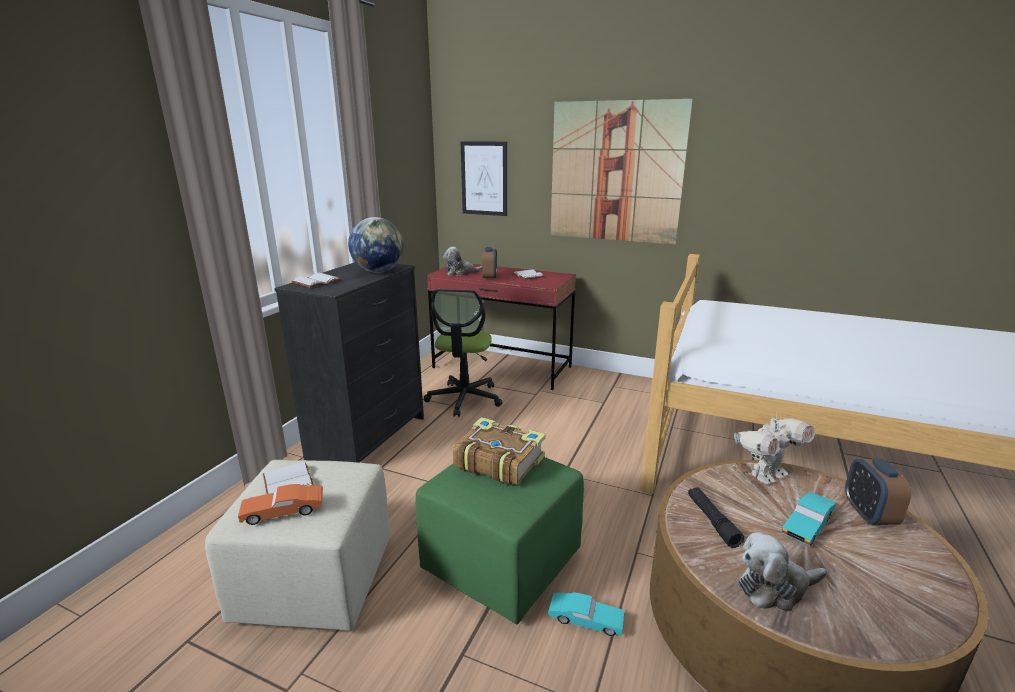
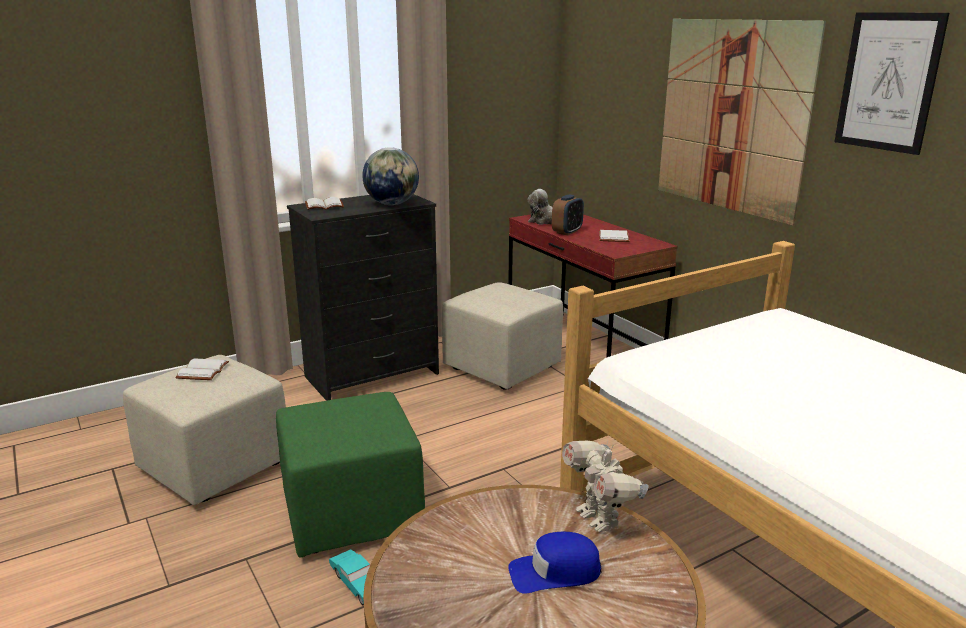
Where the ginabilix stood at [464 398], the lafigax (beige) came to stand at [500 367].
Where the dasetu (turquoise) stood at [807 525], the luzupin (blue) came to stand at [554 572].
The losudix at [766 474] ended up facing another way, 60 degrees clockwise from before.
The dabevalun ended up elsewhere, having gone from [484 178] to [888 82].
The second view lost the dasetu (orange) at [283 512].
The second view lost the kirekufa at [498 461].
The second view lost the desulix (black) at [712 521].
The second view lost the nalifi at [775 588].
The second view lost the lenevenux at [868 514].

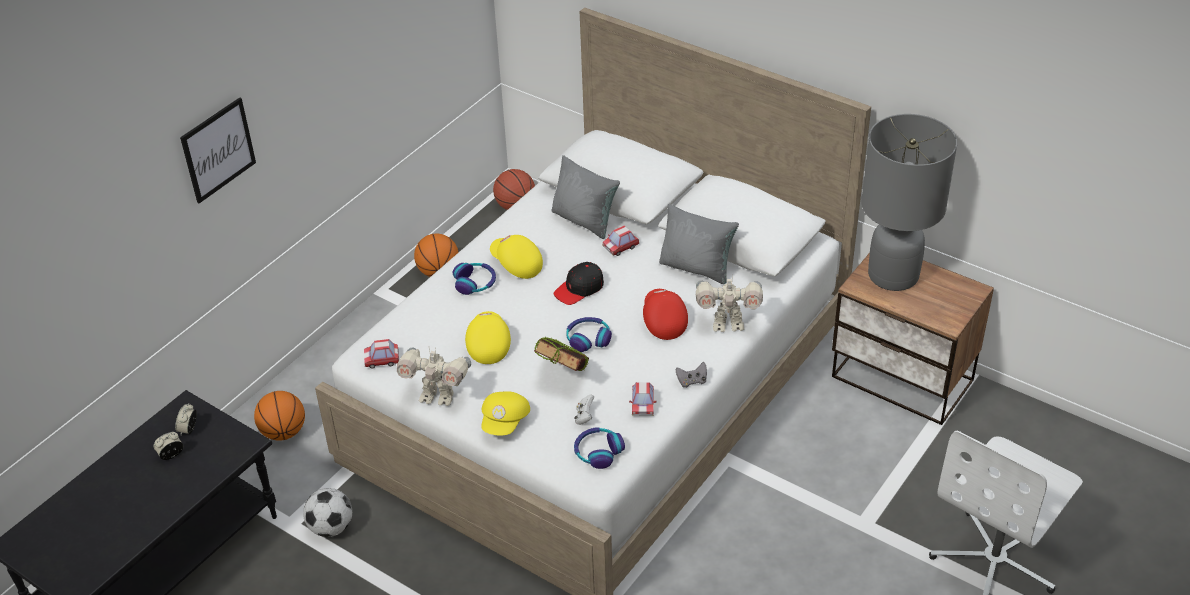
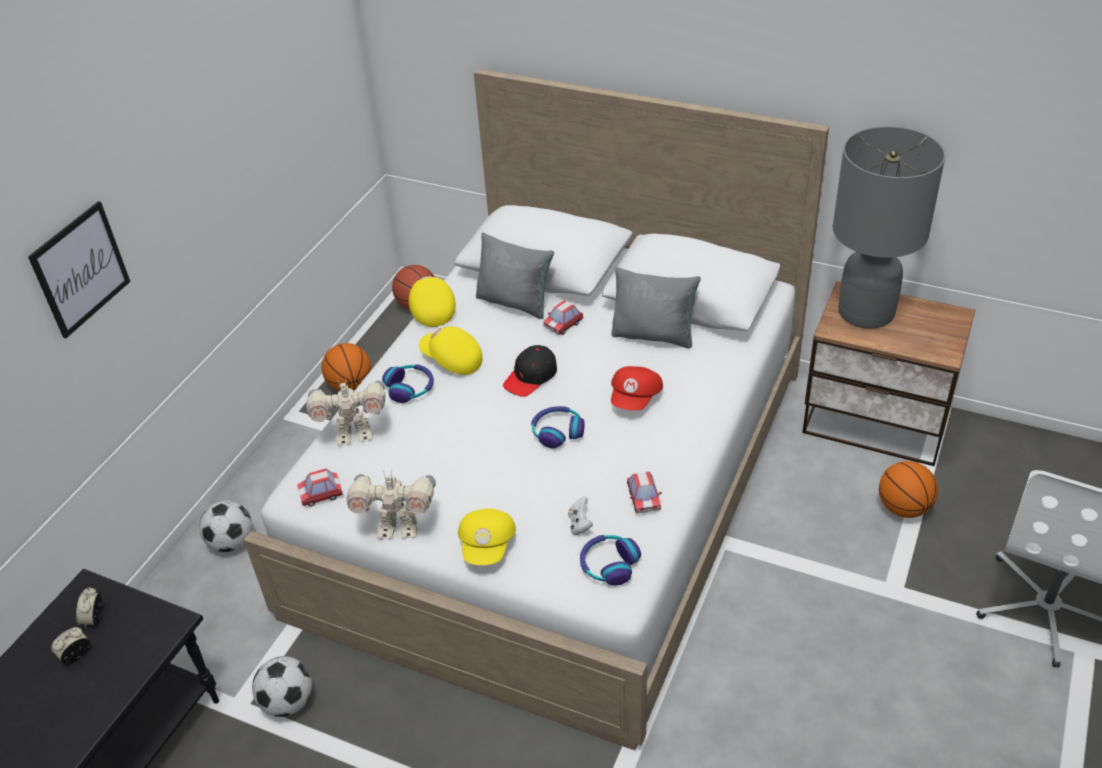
The second view gained the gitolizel at [232 542].
The losudix ended up elsewhere, having gone from [727 324] to [354 434].
The luzupin (yellow) ended up elsewhere, having gone from [487 344] to [431 309].
The luzupin (red) at [663 321] ended up facing another way, 135 degrees counterclockwise from before.
The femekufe ended up elsewhere, having gone from [283 432] to [903 508].
The second view lost the kirekufa at [563 376].
The second view lost the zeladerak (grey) at [692 381].

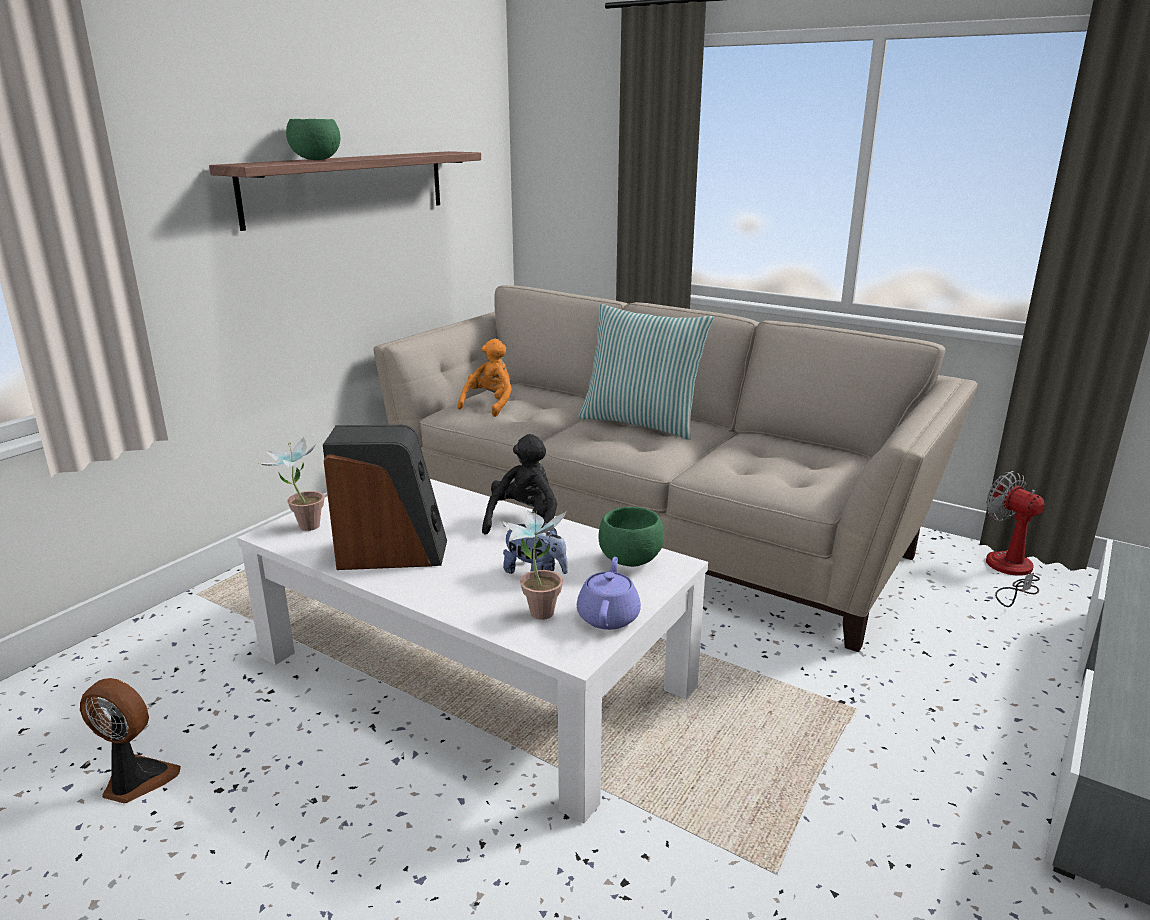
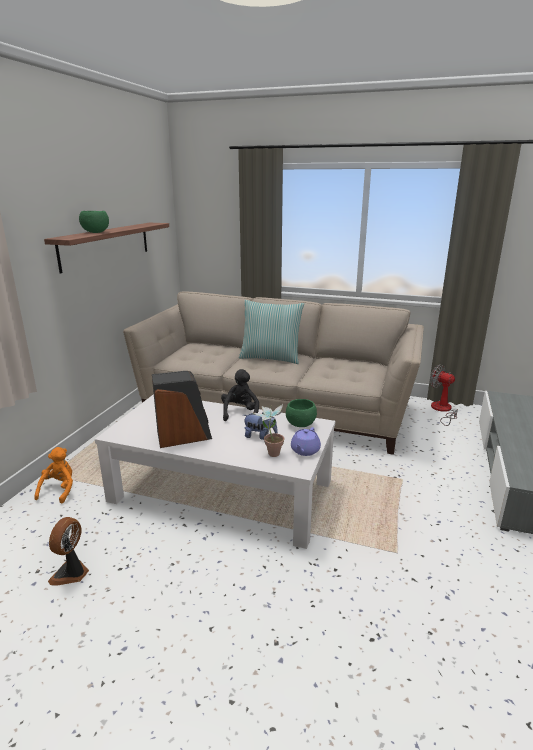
The nalifi (orange) ended up elsewhere, having gone from [490 405] to [59 490].
The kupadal at [136 781] ended up facing another way, 75 degrees counterclockwise from before.
The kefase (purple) at [608 616] ended up facing another way, 150 degrees counterclockwise from before.
The second view lost the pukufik at [302 526].

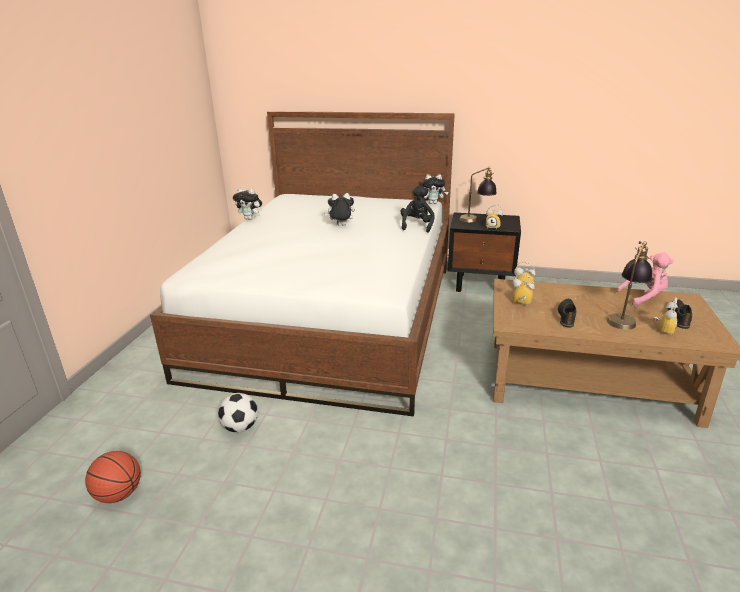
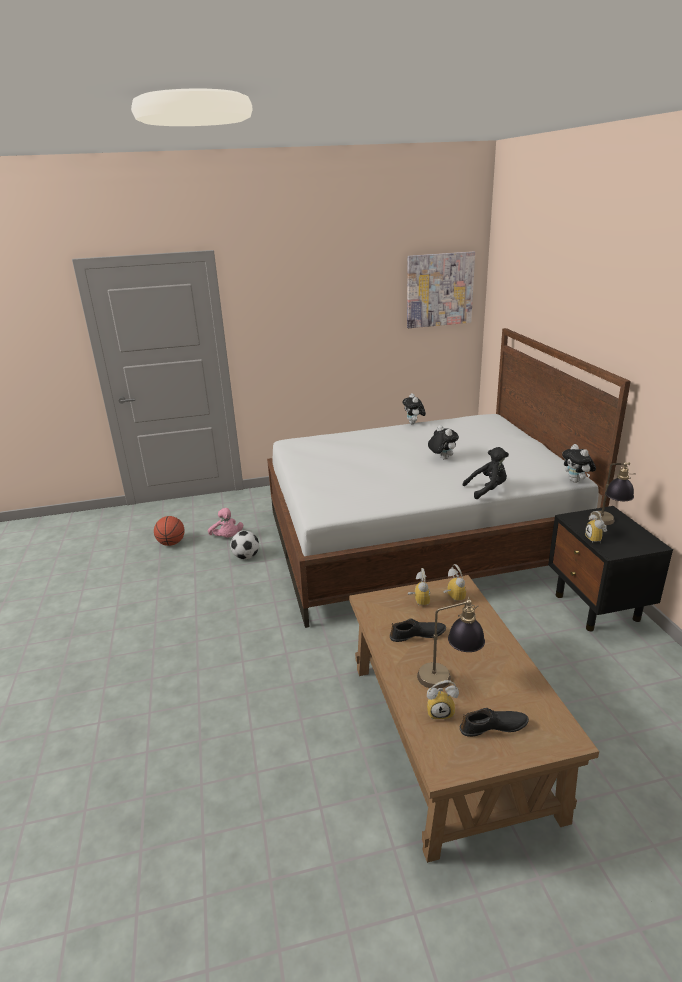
The nalifi (pink) ended up elsewhere, having gone from [644 297] to [227 537].
The second view gained the dabevalun at [439 290].

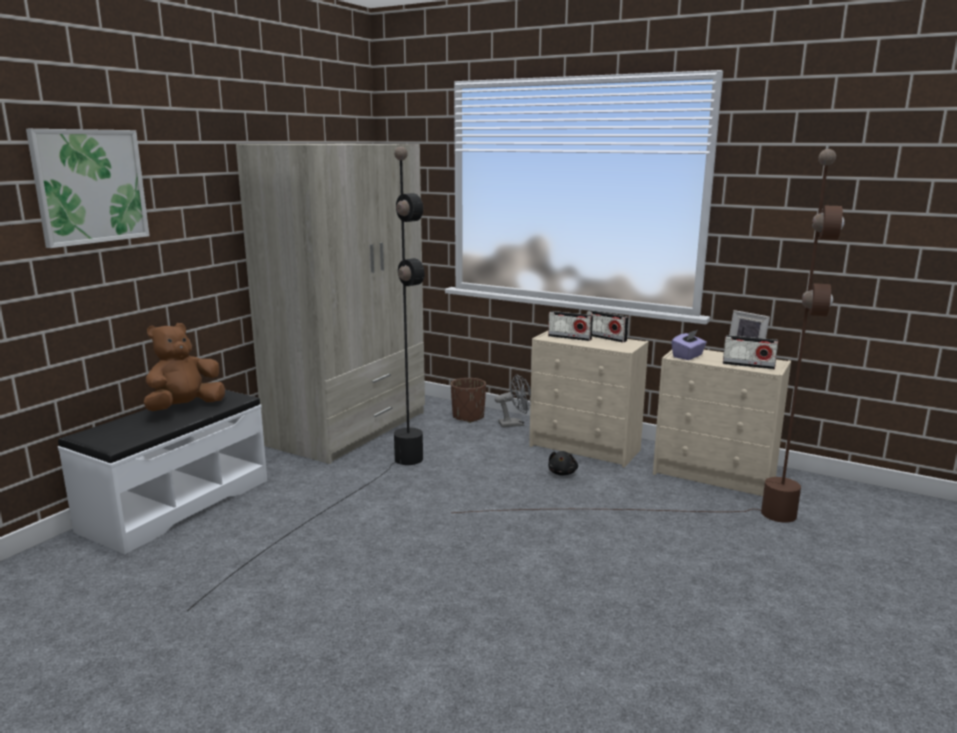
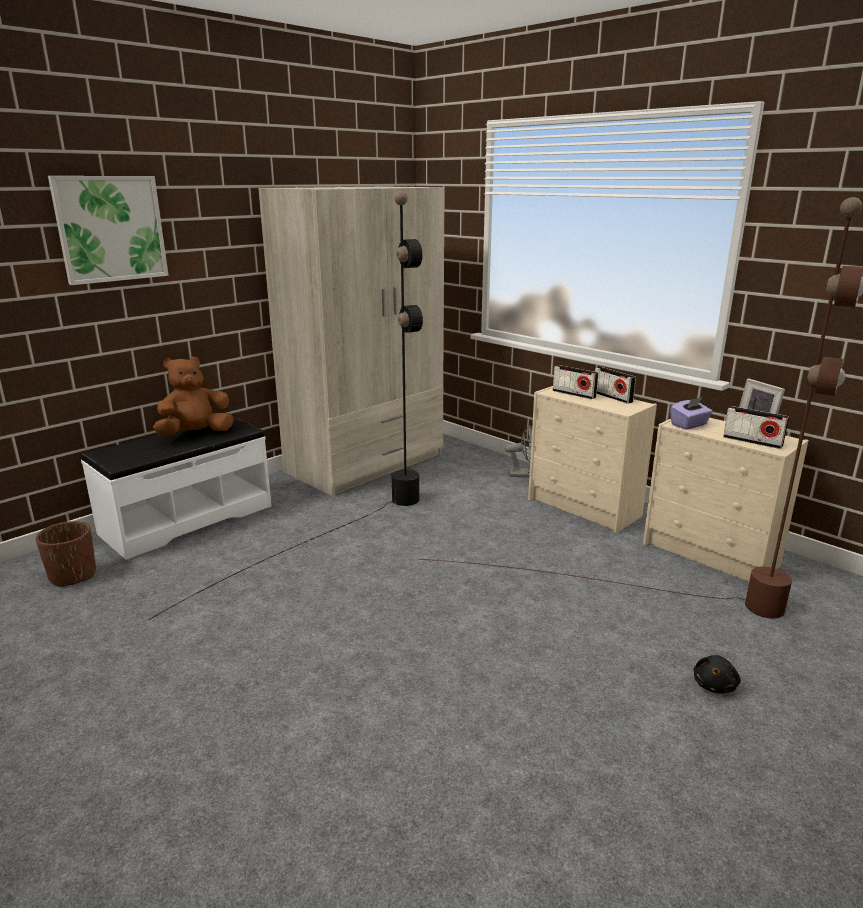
The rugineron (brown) ended up elsewhere, having gone from [468 417] to [73 576].
The nalifi (black) ended up elsewhere, having gone from [562 473] to [714 685].

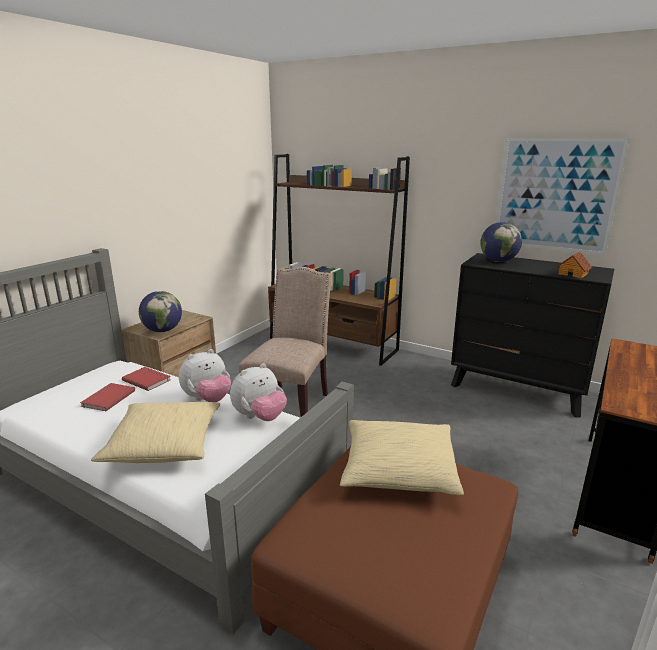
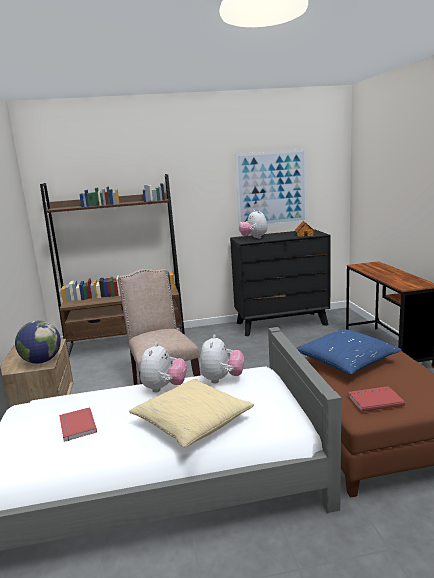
Where the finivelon stood at [498 261], the nalifi came to stand at [254 238].
What was the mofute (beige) at [398 469] turned into the mofute (blue) at [346 361].
The kirekufa (red) ended up elsewhere, having gone from [147 379] to [374 400].

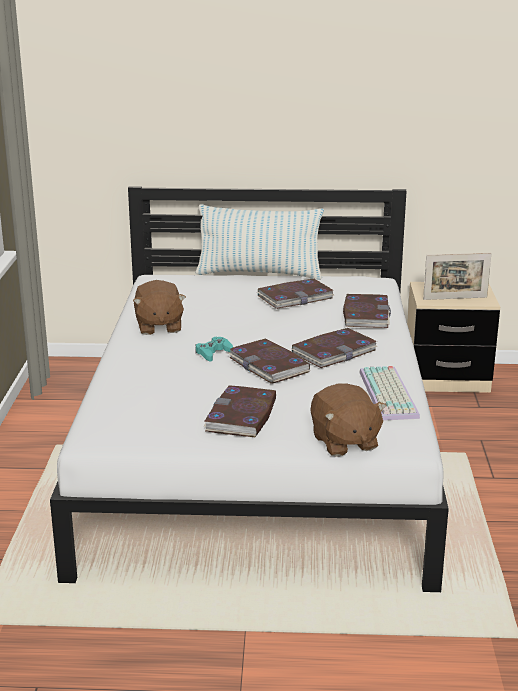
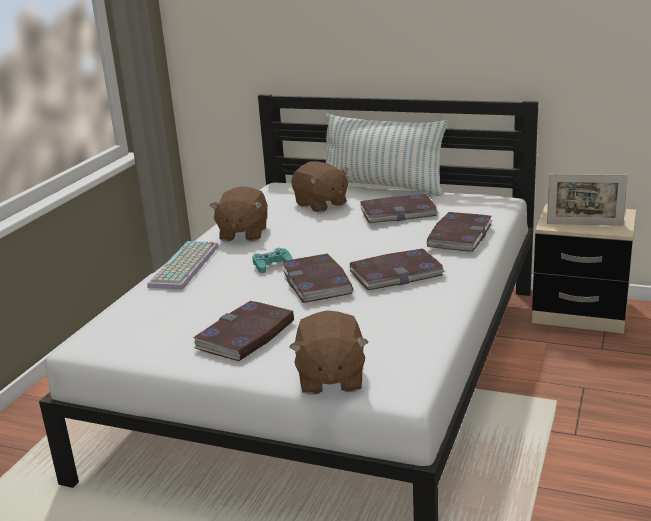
The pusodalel ended up elsewhere, having gone from [390 395] to [186 267].
The second view gained the nalifi (brown) at [321 204].

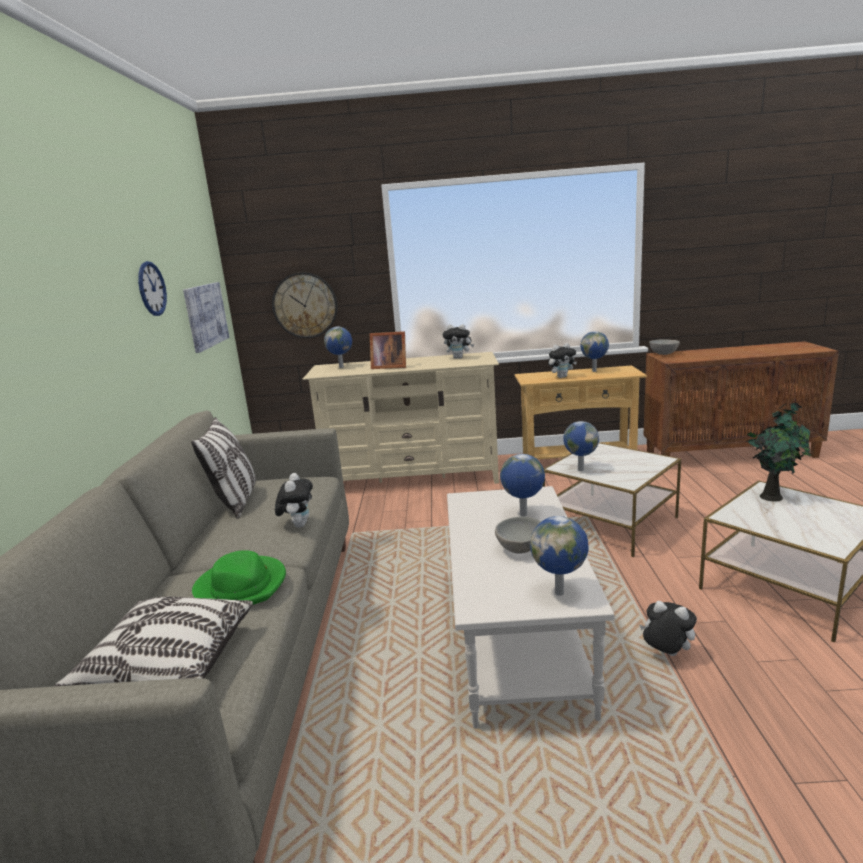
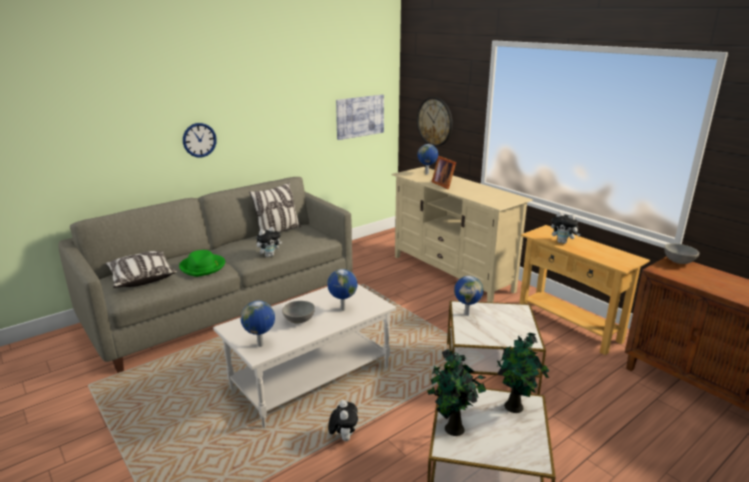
The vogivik ended up elsewhere, having gone from [152 289] to [199 140].
The second view gained the pukufik at [453 429].
The second view lost the nalifi at [459 358].
The second view lost the finivelon at [594 371].

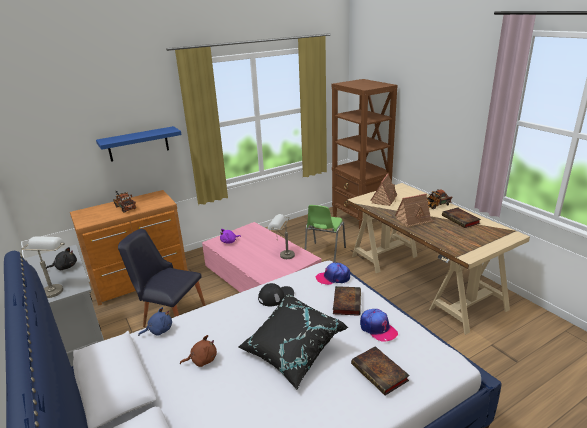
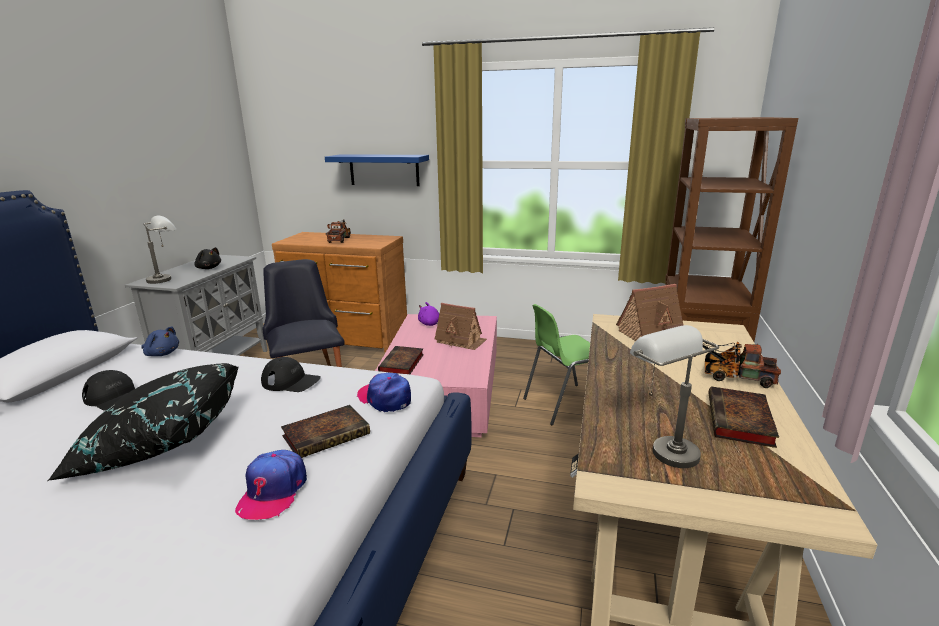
Where the nalifi (brown) stood at [202 360], the luzupin (black) came to stand at [114 397].
The kirekufa ended up elsewhere, having gone from [380 373] to [402 364].
The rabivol ended up elsewhere, having gone from [414 220] to [461 341].
The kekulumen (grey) ended up elsewhere, having gone from [282 255] to [662 446].

